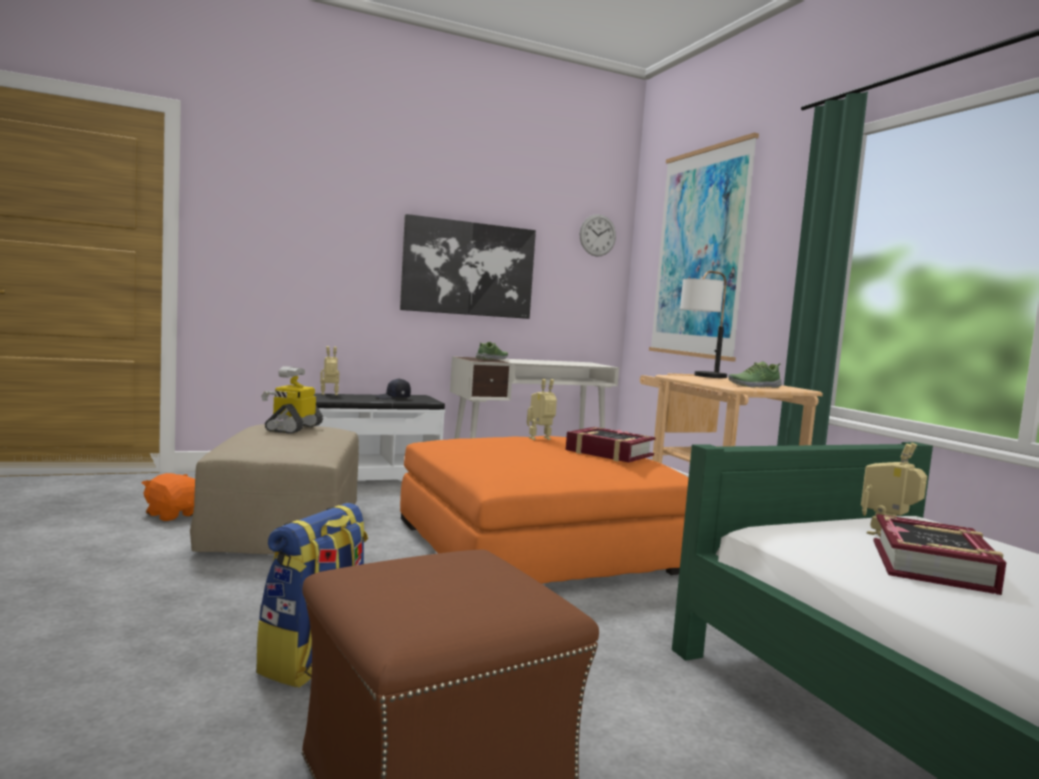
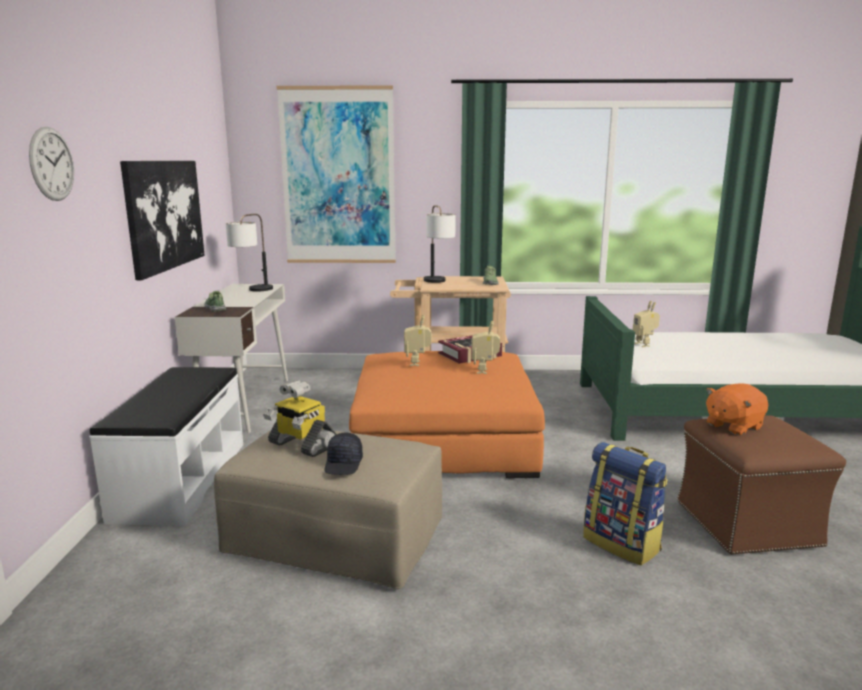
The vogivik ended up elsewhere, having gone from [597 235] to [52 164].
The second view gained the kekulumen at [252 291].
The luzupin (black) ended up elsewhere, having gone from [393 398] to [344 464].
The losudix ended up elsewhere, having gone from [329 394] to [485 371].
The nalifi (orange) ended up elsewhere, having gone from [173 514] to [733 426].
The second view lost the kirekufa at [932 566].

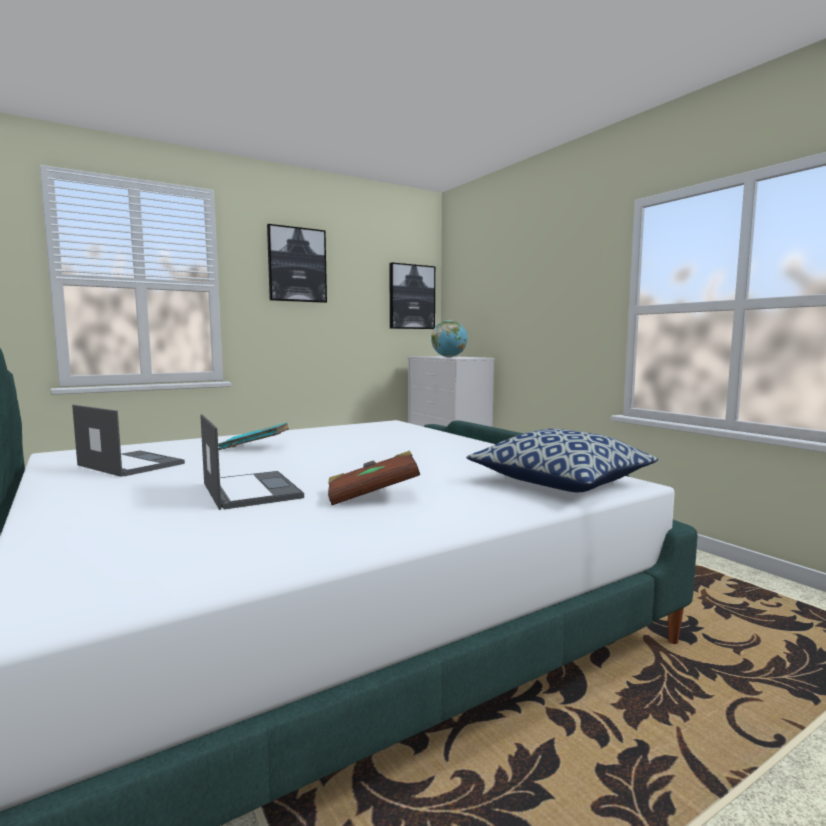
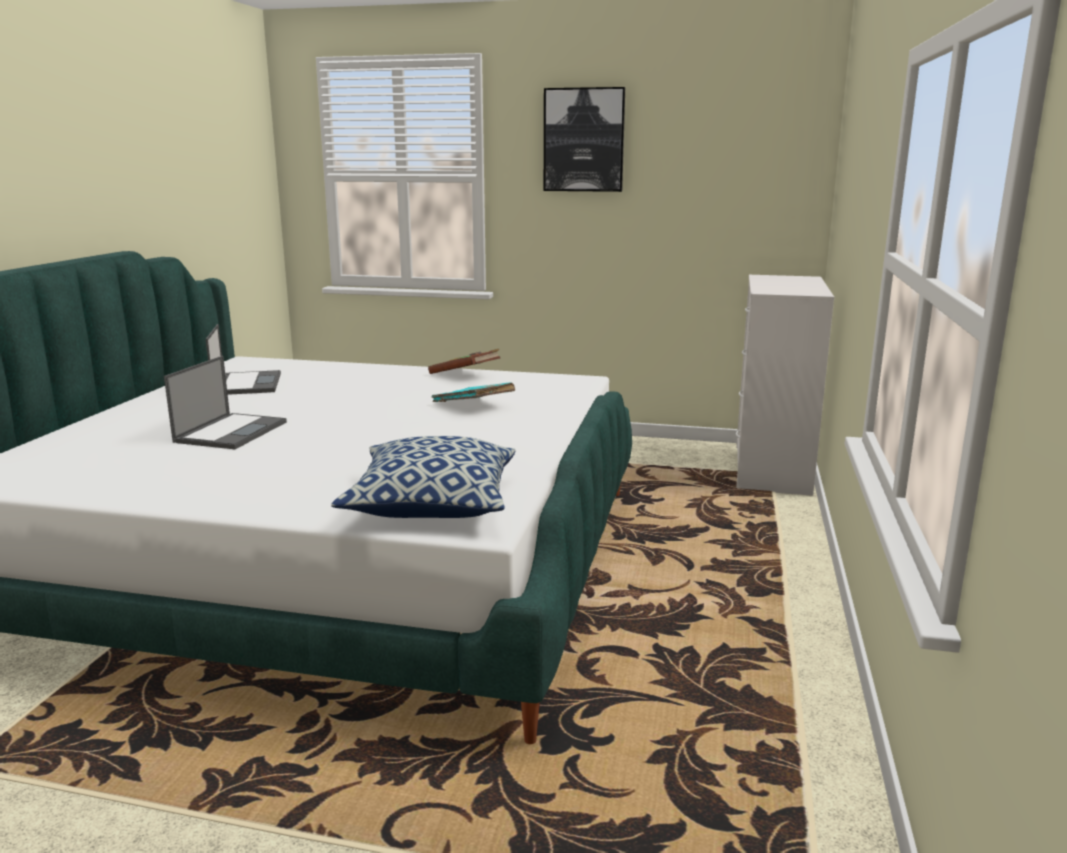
The kirekufa (brown) ended up elsewhere, having gone from [372 496] to [465 375].
The kirekufa (turquoise) ended up elsewhere, having gone from [255 447] to [473 406].
The second view lost the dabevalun at [411 297].
The second view lost the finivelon at [449 357].

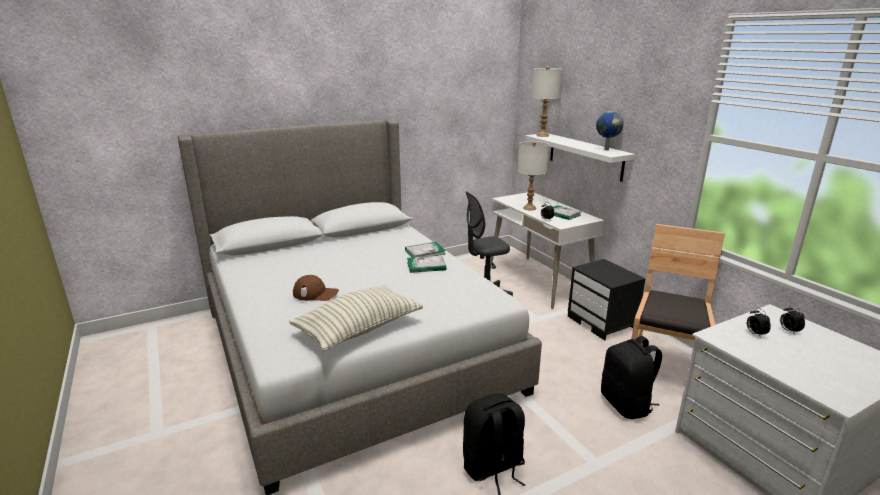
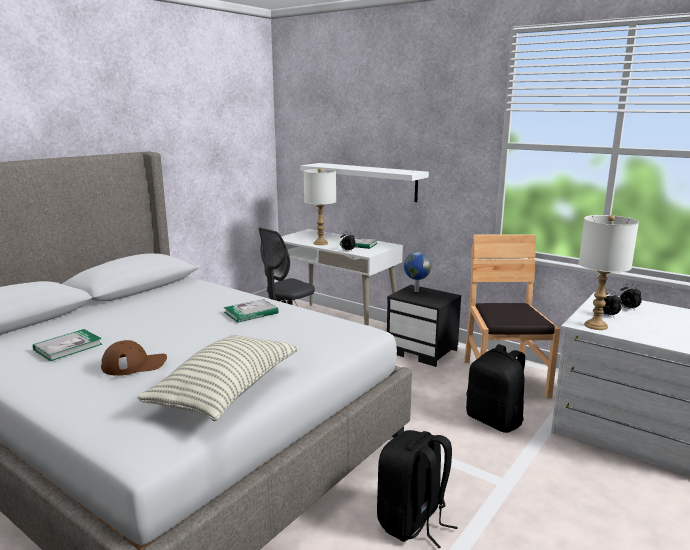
The kirekufa ended up elsewhere, having gone from [425 252] to [68 347].
The finivelon ended up elsewhere, having gone from [606 149] to [416 291].
The kekulumen (white) ended up elsewhere, having gone from [543 135] to [596 325].

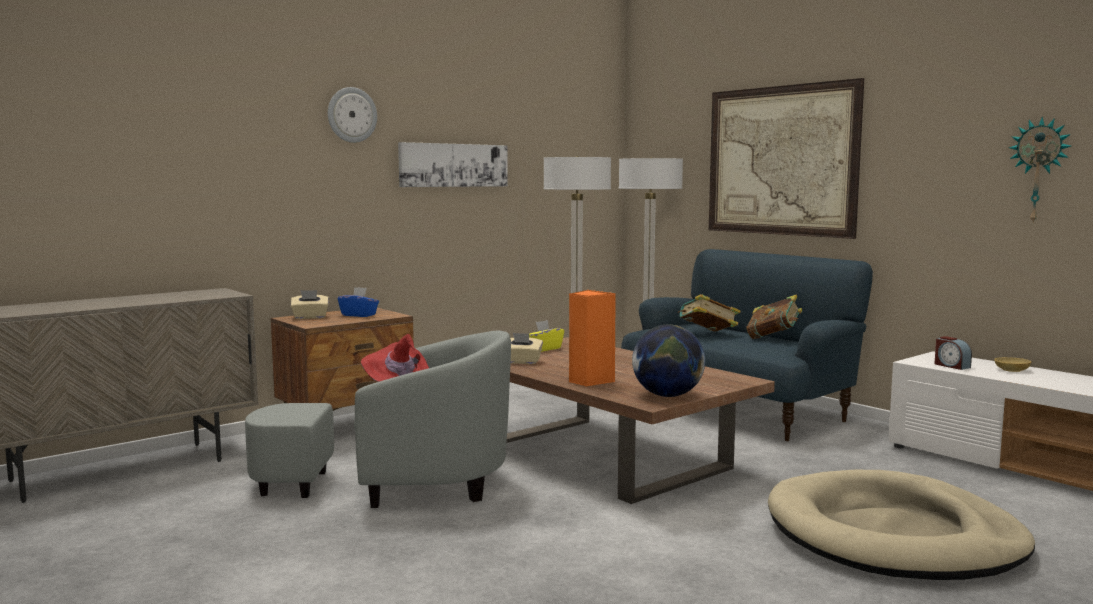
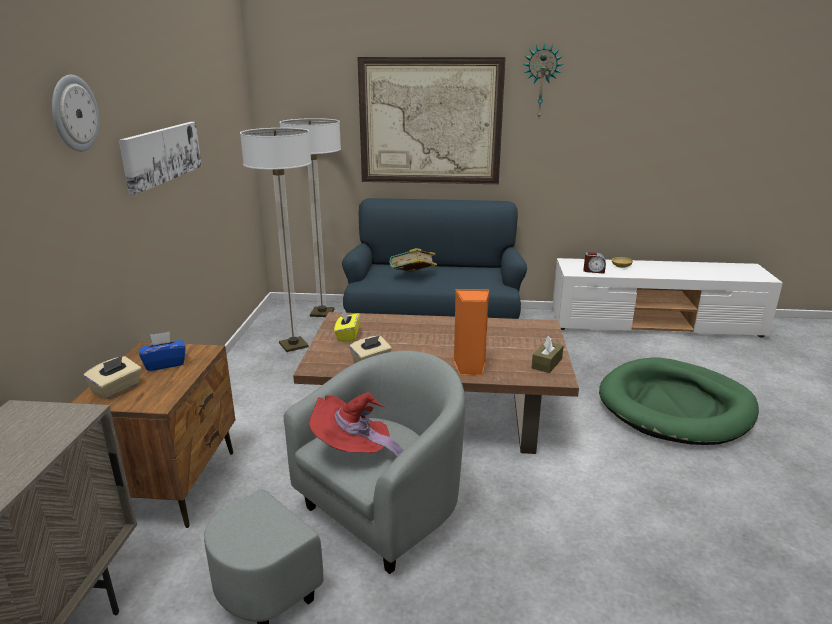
The vogivik ended up elsewhere, having gone from [1039 170] to [541 81].
Where the finivelon stood at [667 395], the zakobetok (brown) came to stand at [547 363].
What was the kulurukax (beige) at [893 535] turned into the kulurukax (green) at [675 406].
The second view lost the kirekufa at [774 338].

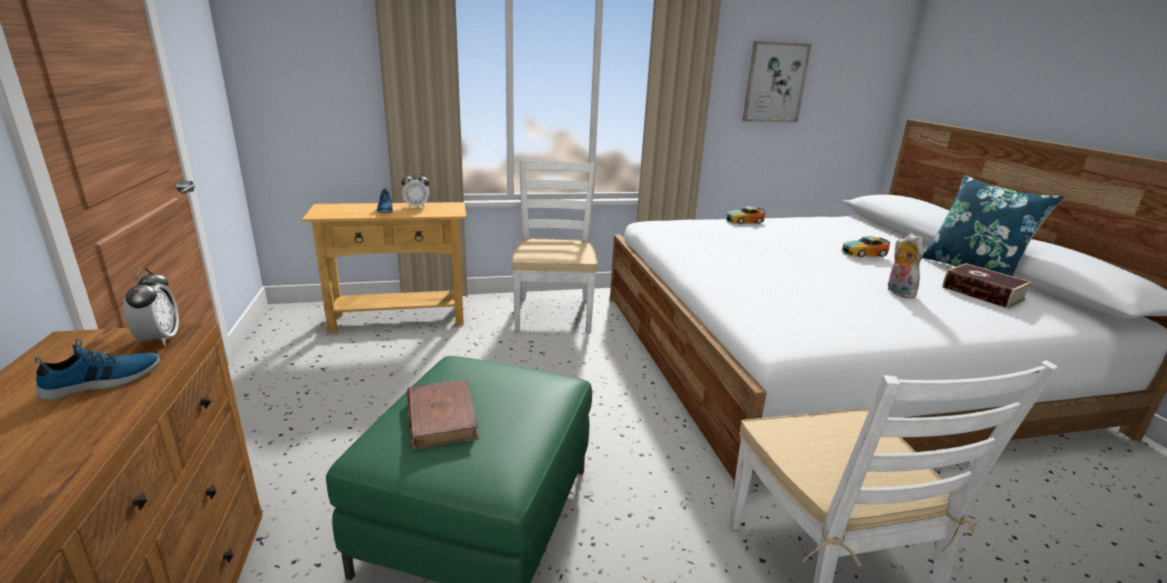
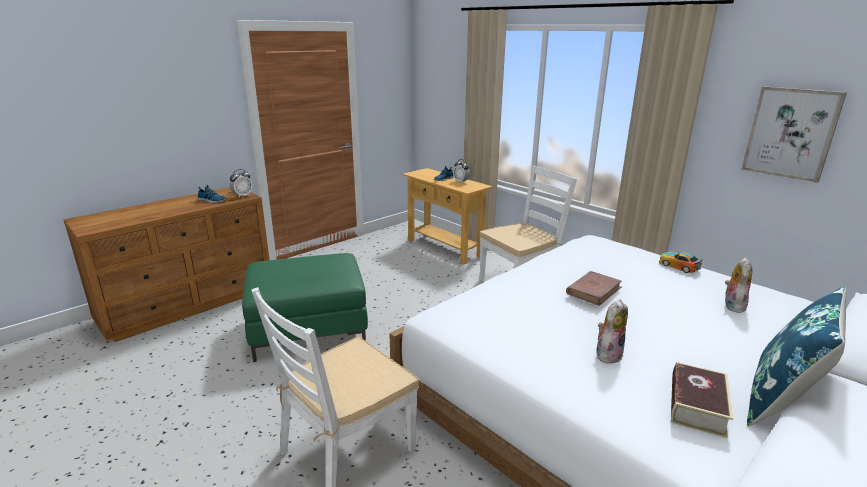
The kirekufa (brown) ended up elsewhere, having gone from [441 417] to [593 290].
The second view gained the nalifi at [732 305].
The second view lost the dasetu at [863 253].

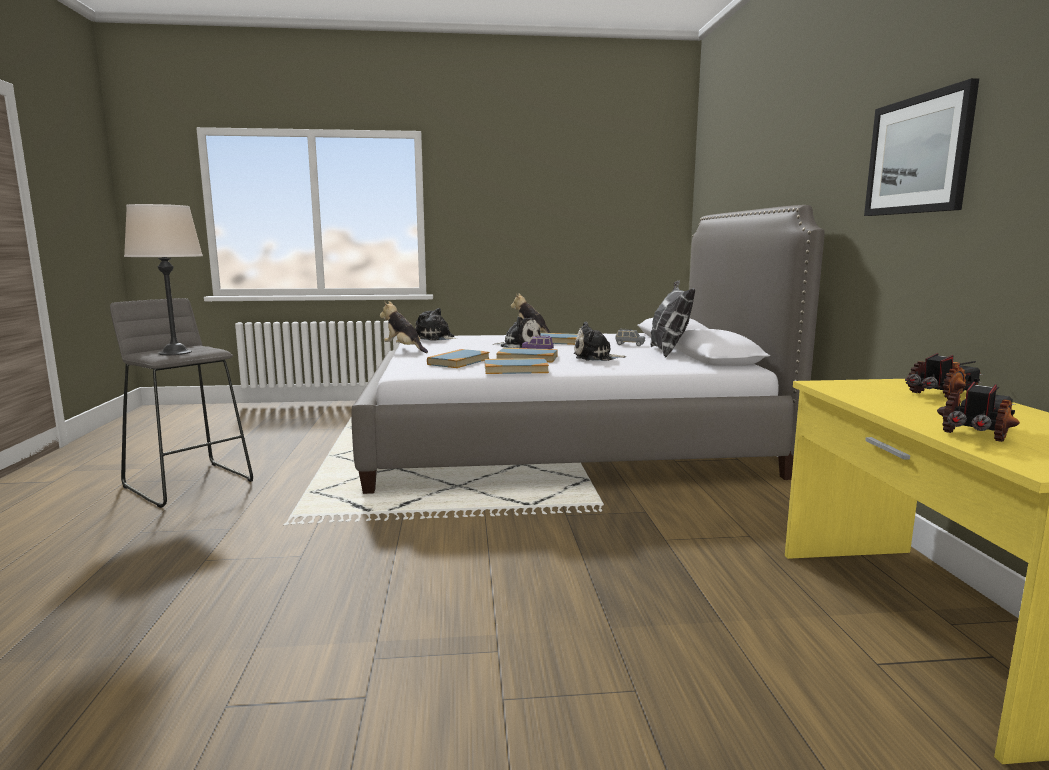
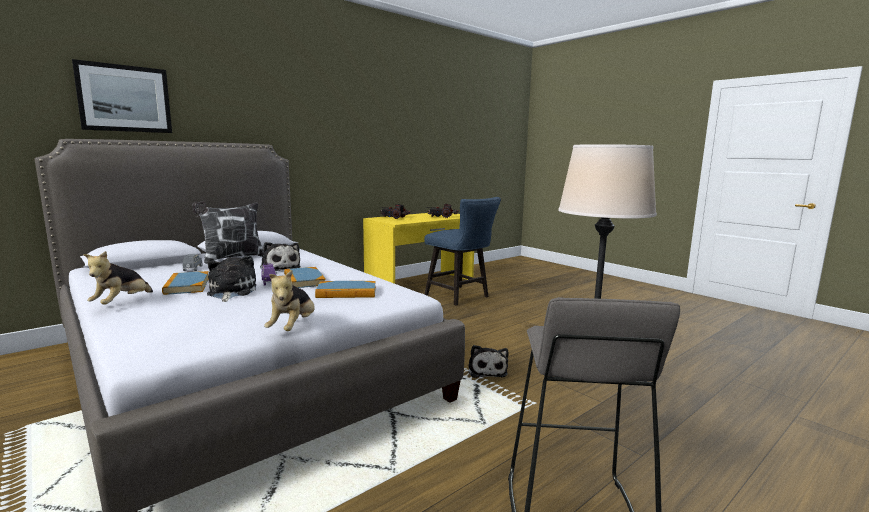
The dabevalun ended up elsewhere, having gone from [918 155] to [124 98].
The second view gained the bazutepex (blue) at [460 297].
The nalifi ended up elsewhere, having gone from [436 338] to [487 370].
The second view lost the kirekufa at [515 369].

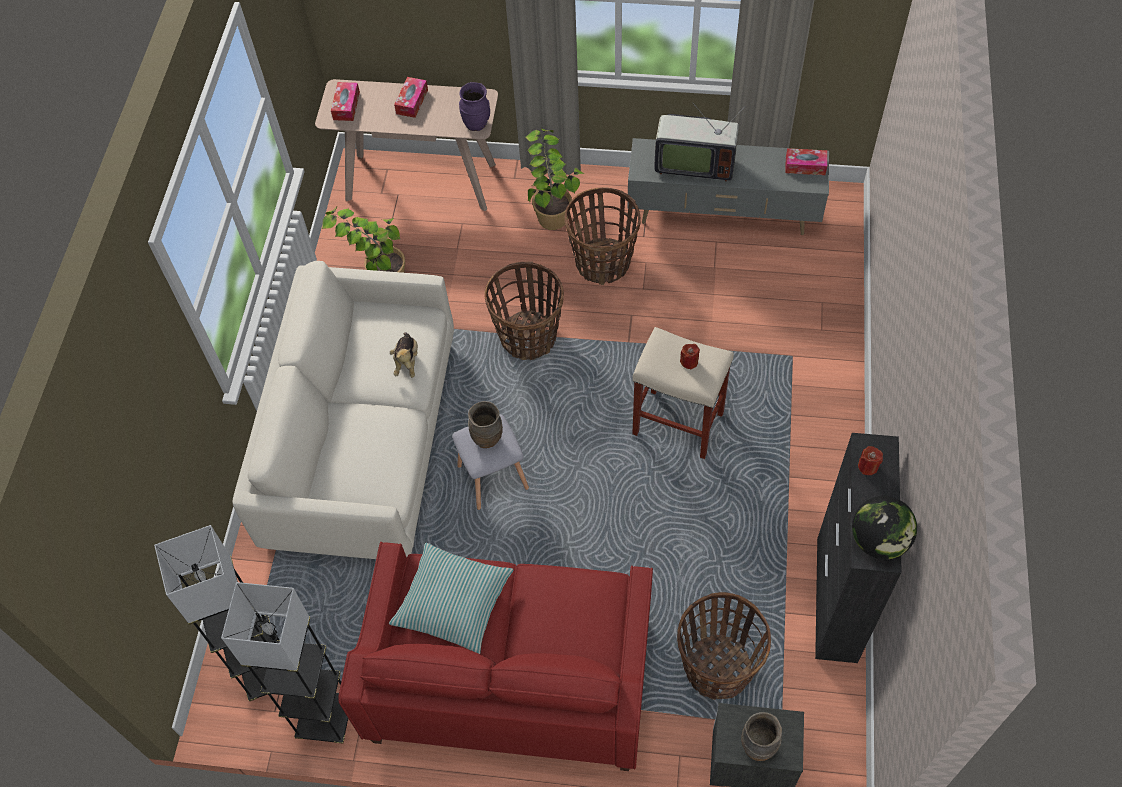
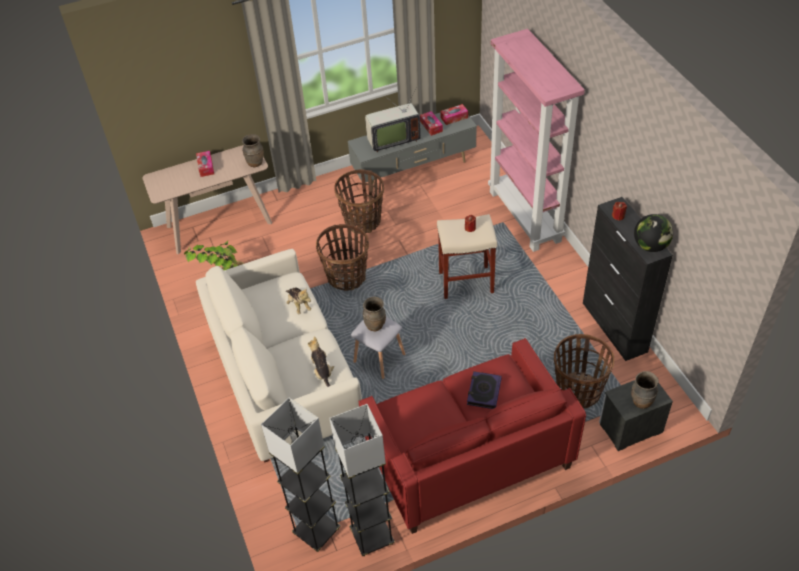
What was the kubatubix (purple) at [476 124] turned into the kubatubix (brown) at [255 163].
The second view gained the nalifi at [322 372].
The zakobetok ended up elsewhere, having gone from [346 106] to [431 126].
The second view gained the kirekufa at [484 392].
The second view gained the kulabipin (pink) at [525 216].
The second view lost the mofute at [453 602].
The second view lost the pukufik at [552 205].

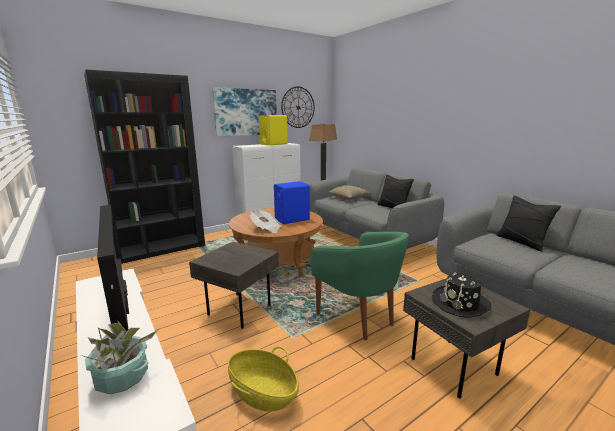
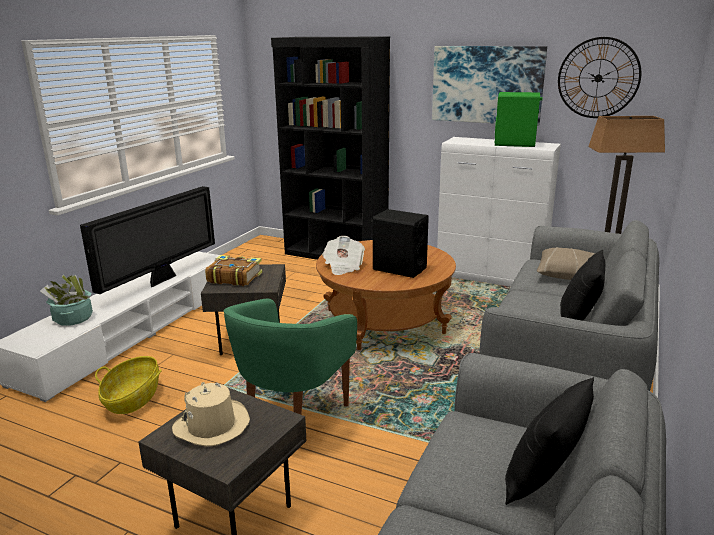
What was the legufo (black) at [460 303] turned into the legufo (beige) at [211 425].
The second view gained the kirekufa at [234 277].
What was the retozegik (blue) at [291 219] turned into the retozegik (black) at [399 269].
What was the retozegik (yellow) at [274 144] turned into the retozegik (green) at [515 144].

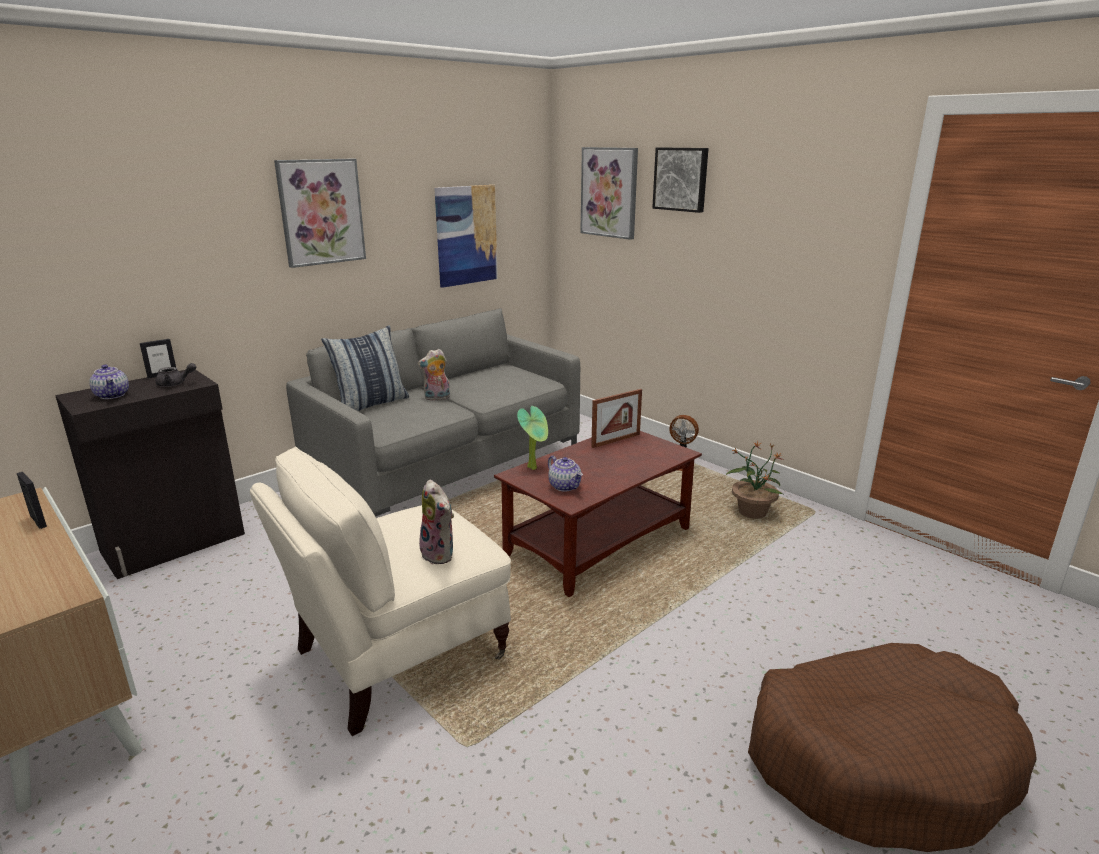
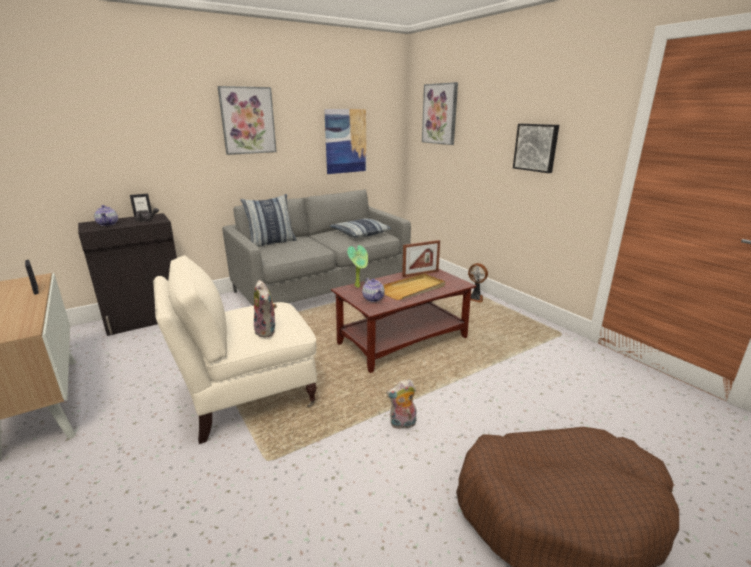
The second view gained the mofute at [360 234].
The second view gained the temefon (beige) at [413 289].
The nalifi ended up elsewhere, having gone from [437 398] to [402 424].
The dabevalun ended up elsewhere, having gone from [681 179] to [536 147].
The second view lost the pukufik at [752 512].

